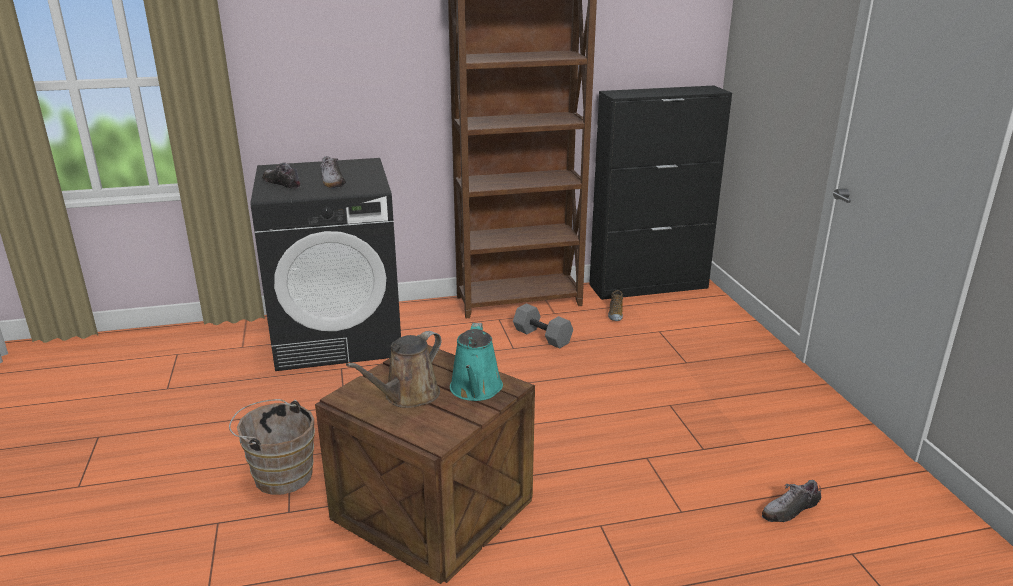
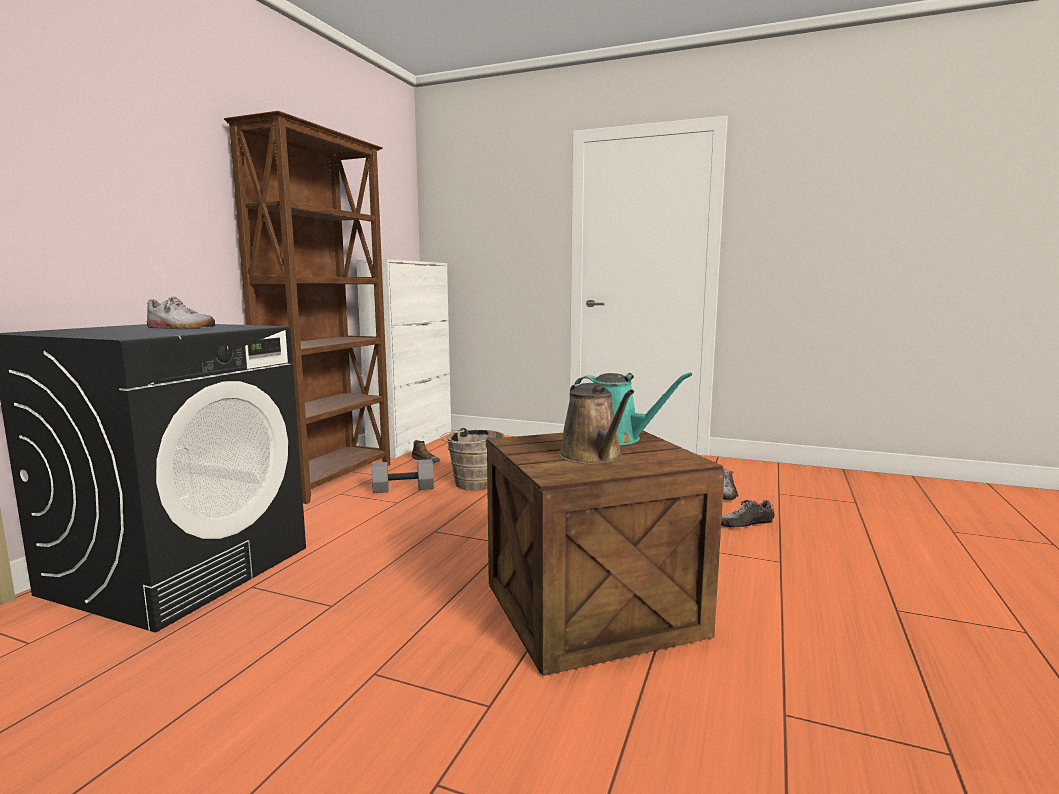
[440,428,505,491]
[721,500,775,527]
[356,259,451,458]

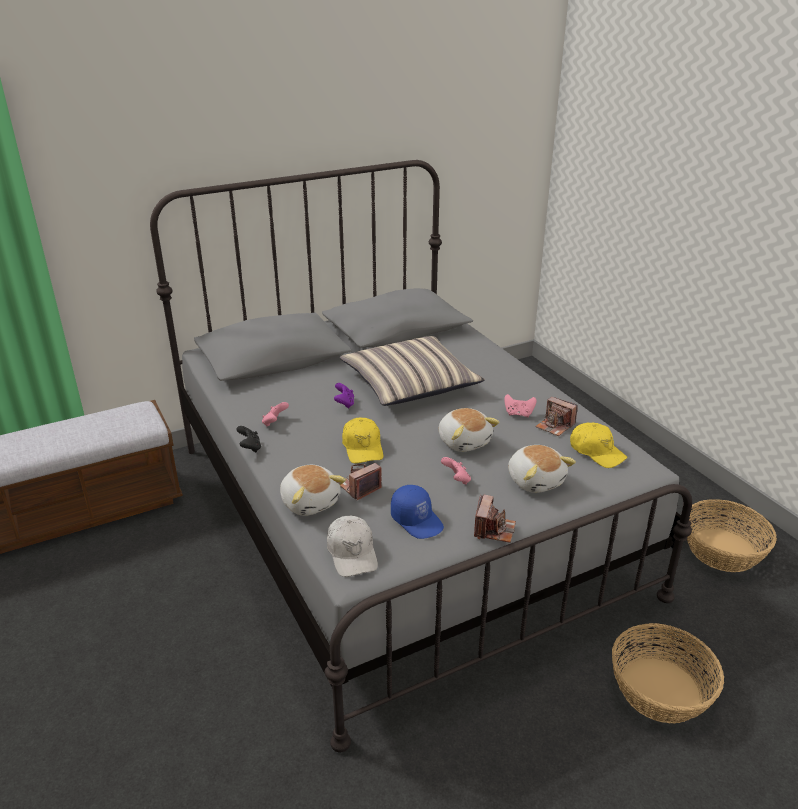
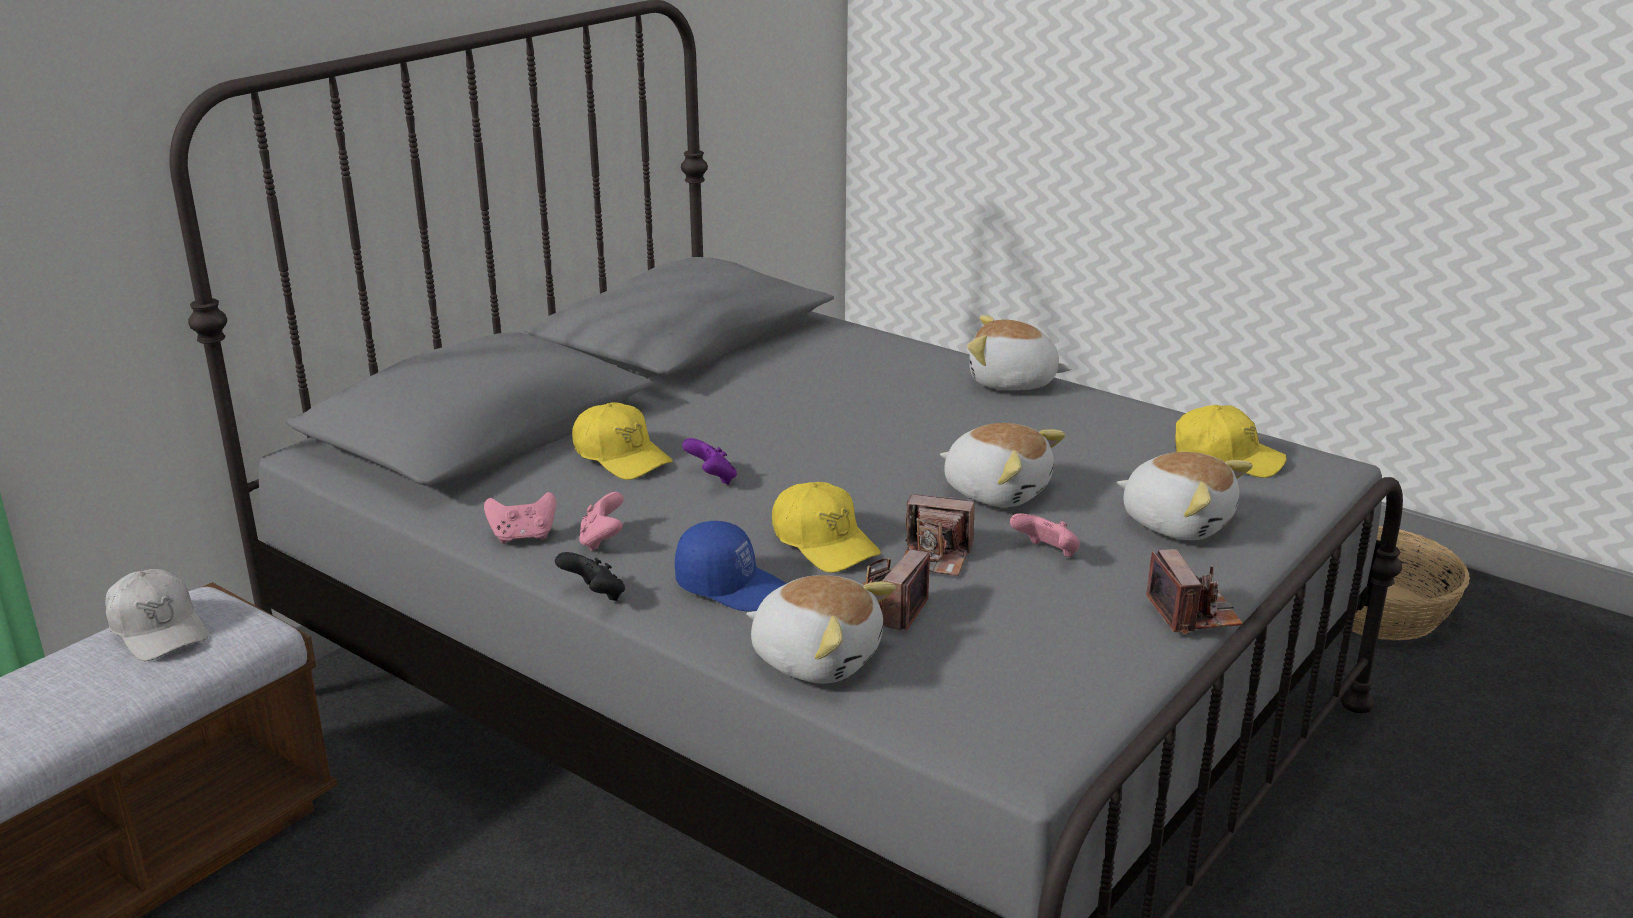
[340,336,485,406] (first image)
[612,623,724,723] (first image)
[572,402,673,480]
[967,315,1071,390]
[105,569,208,661]
[675,521,786,612]
[484,492,556,544]
[904,494,975,576]

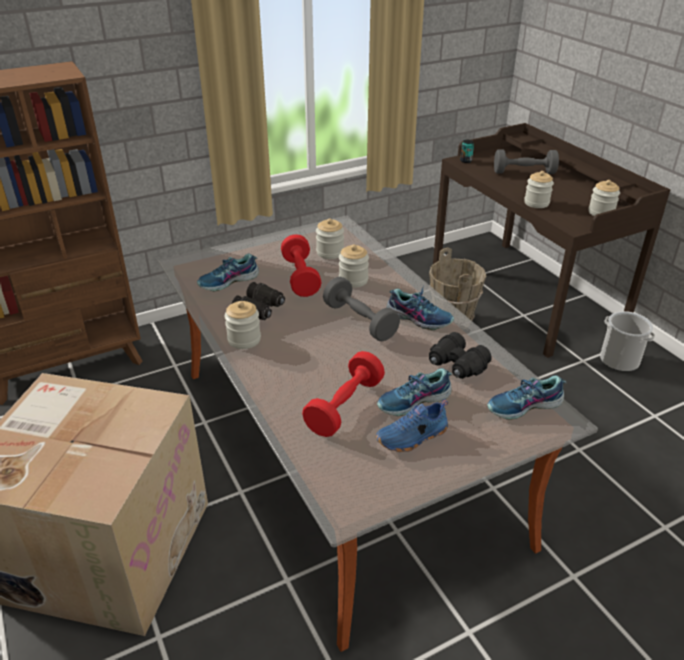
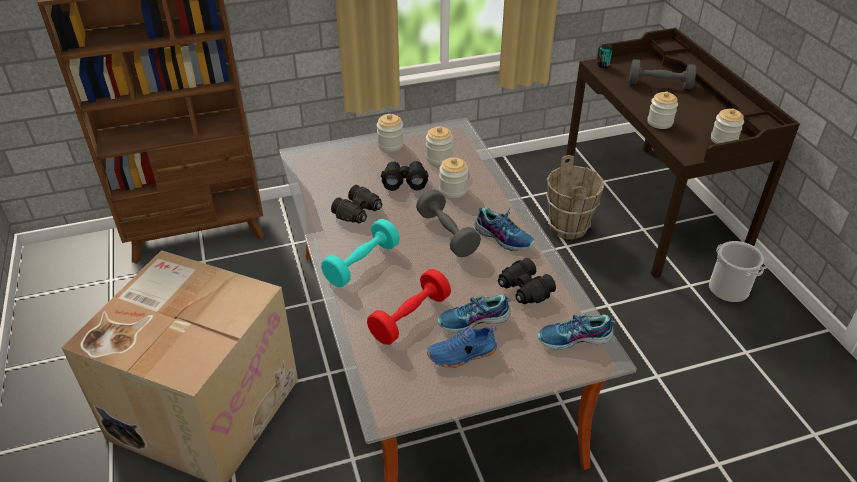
[197,253,259,291] (first image)
[321,219,400,287]
[377,114,404,152]
[381,161,428,191]

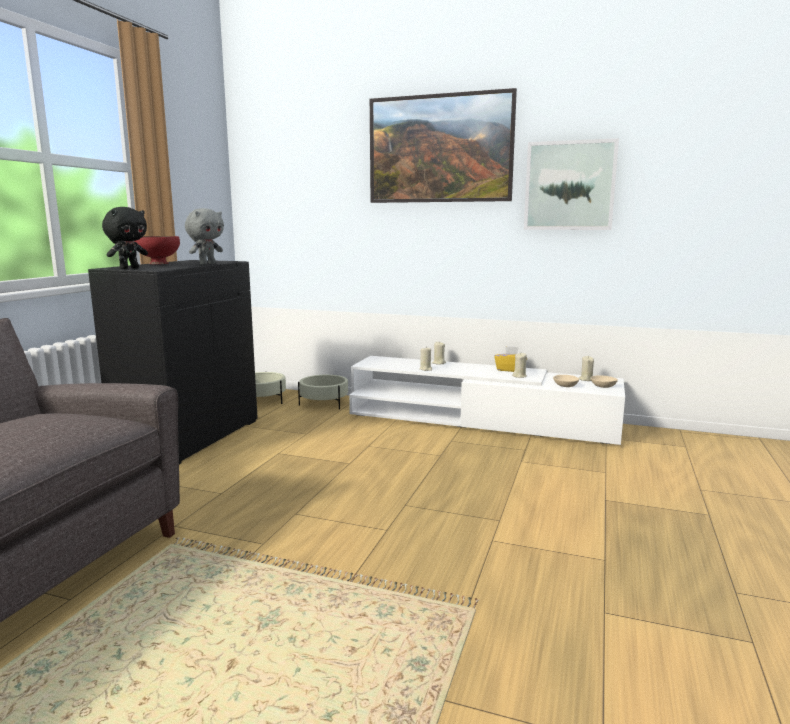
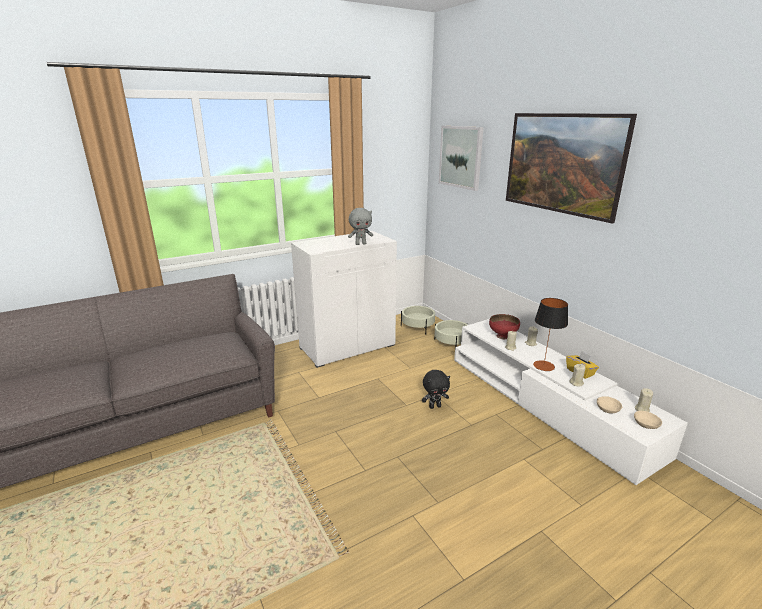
[533,298,568,371]
[422,370,450,409]
[489,314,520,339]
[439,126,484,191]
[291,231,397,368]

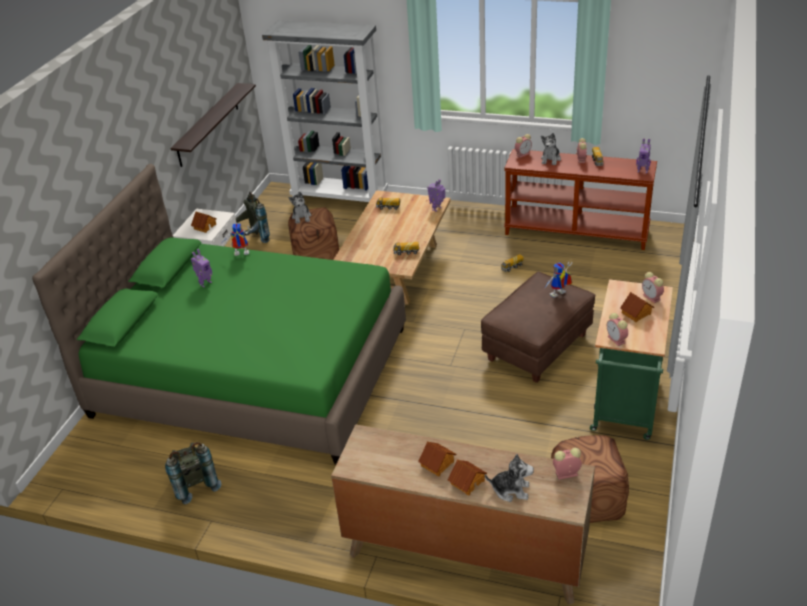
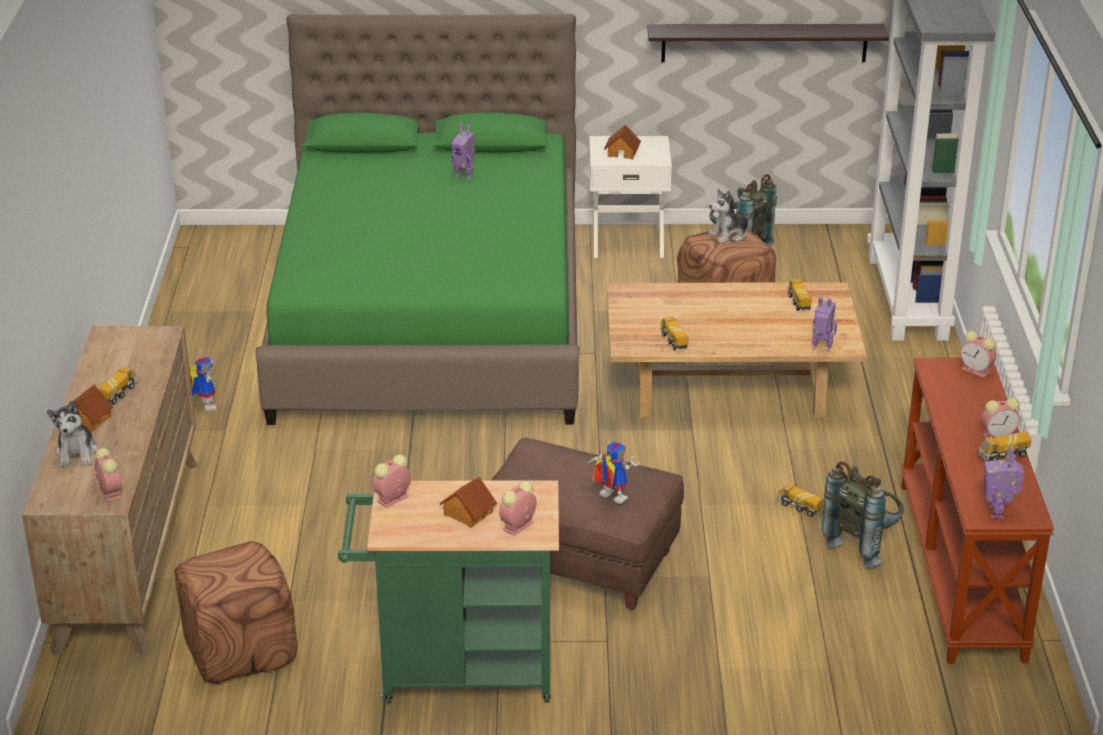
[541,133,561,165] (first image)
[822,462,904,567]
[189,357,217,411]
[98,367,137,405]

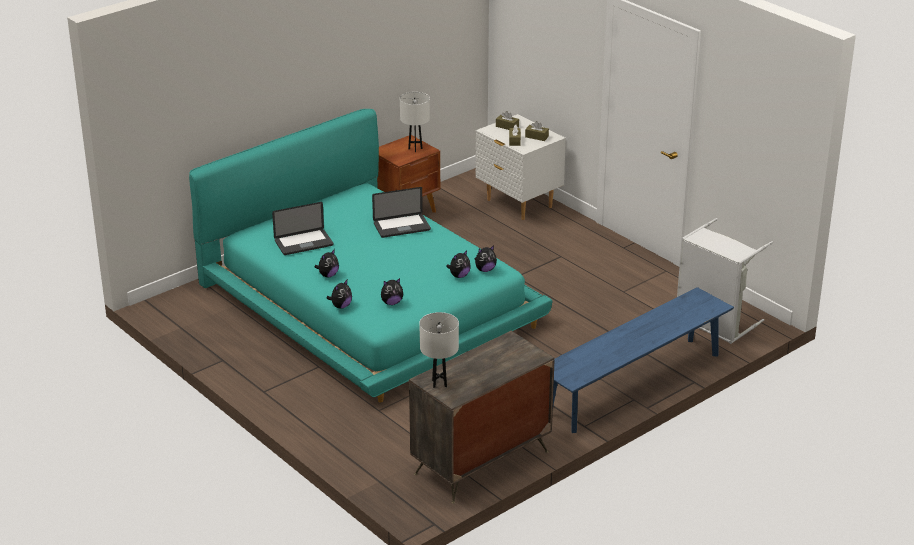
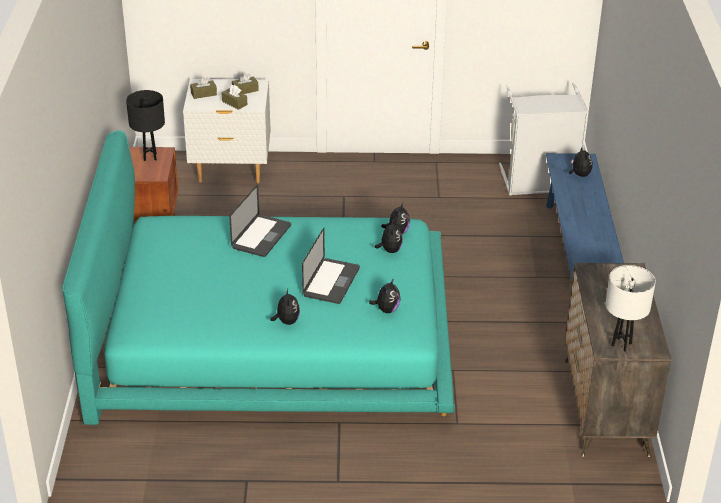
[302,228,360,304]
[569,145,593,177]
[126,90,165,161]

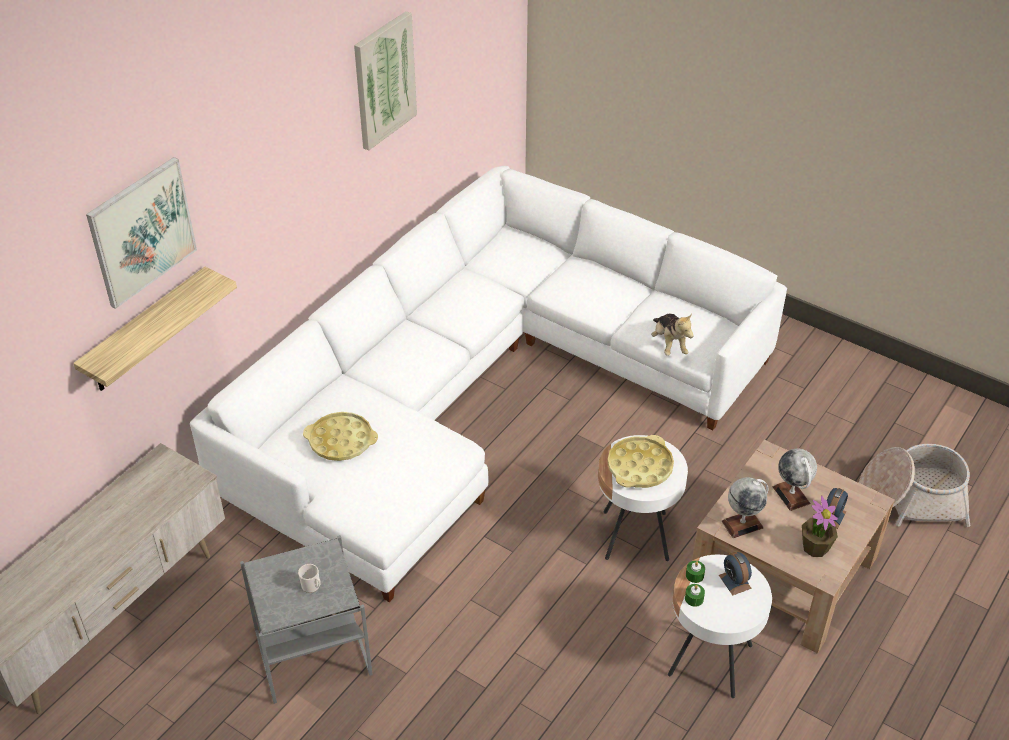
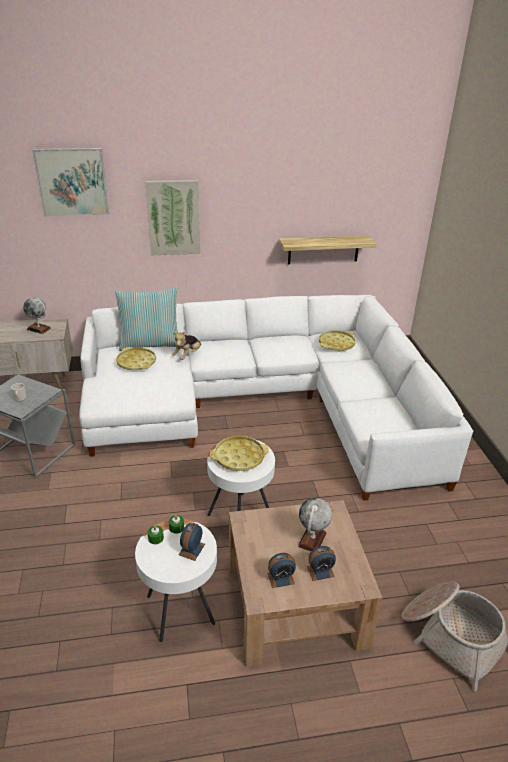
[115,287,177,351]
[319,330,356,351]
[279,235,377,264]
[145,180,200,256]
[172,331,201,360]
[23,297,51,334]
[268,553,296,588]

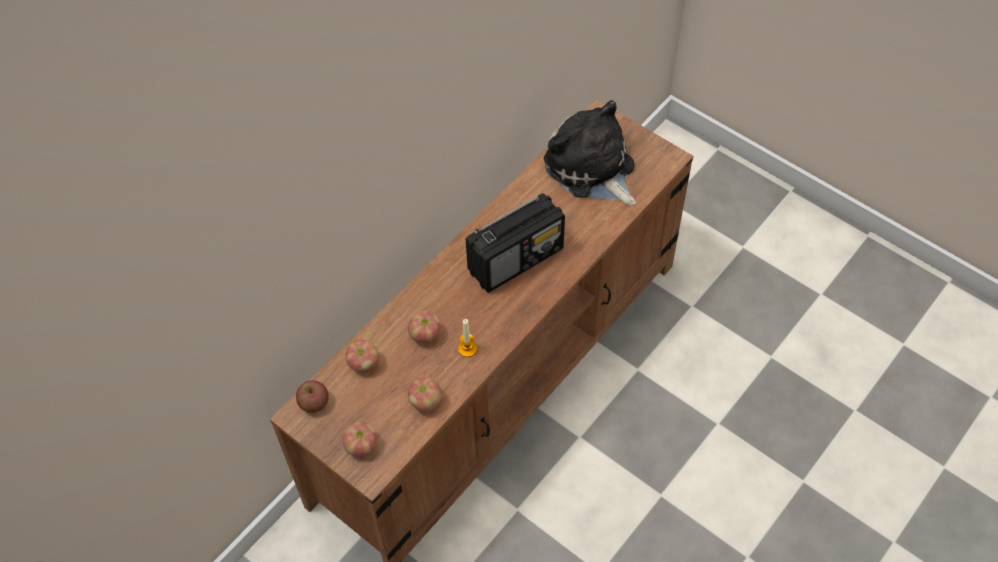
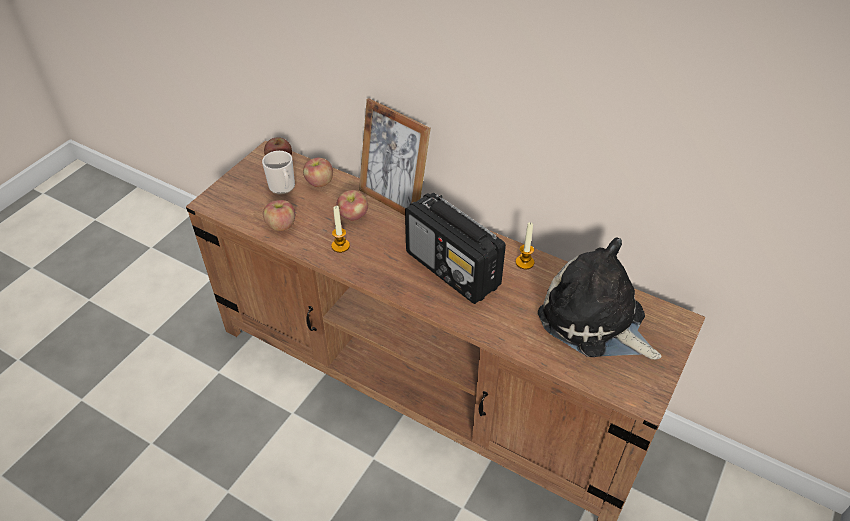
[342,422,377,457] (first image)
[262,151,295,195]
[359,98,431,216]
[516,222,534,269]
[538,237,661,360]

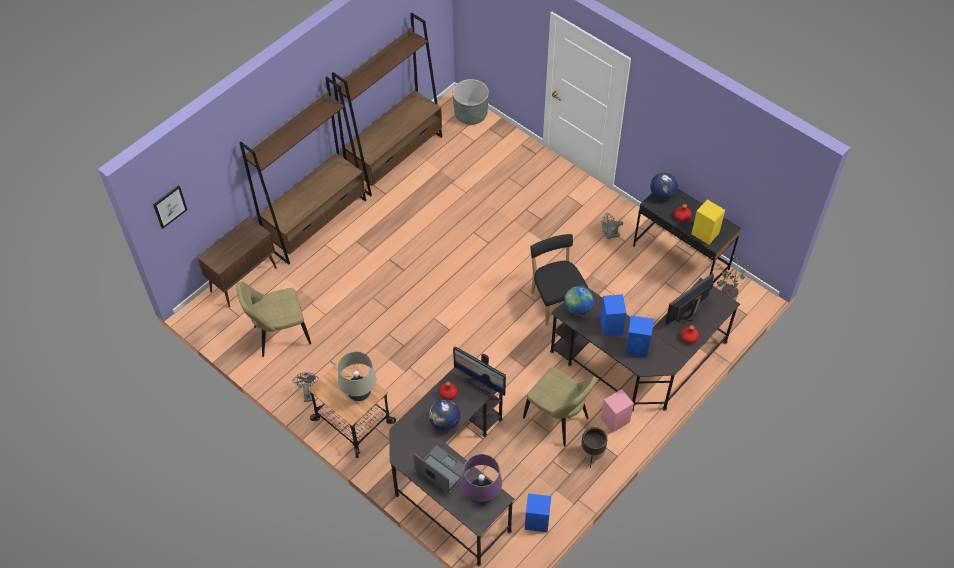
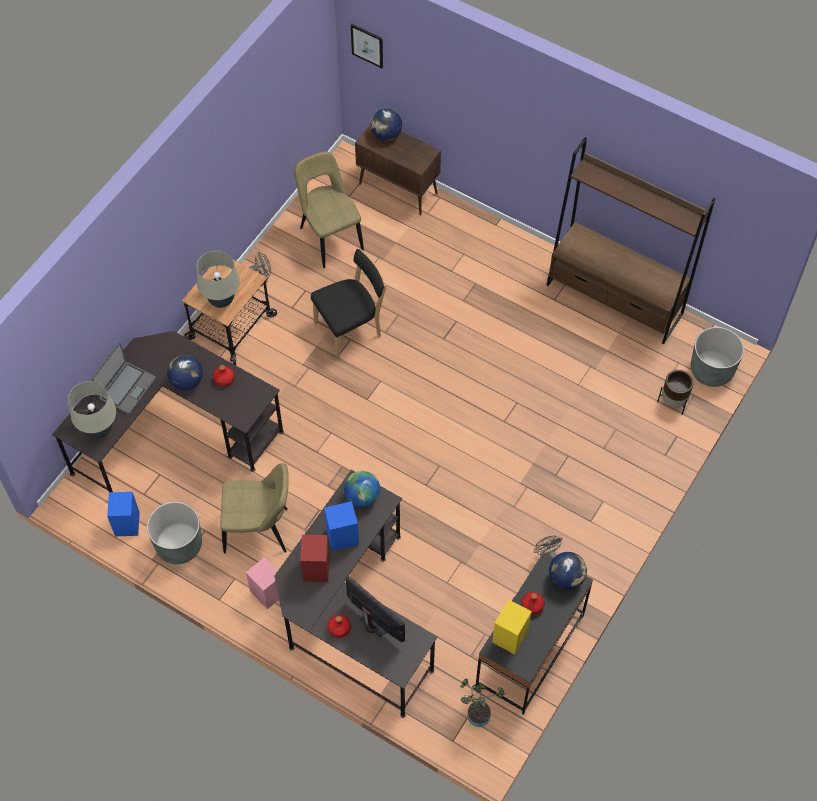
[240,77,366,265] (first image)
[453,347,506,396] (first image)
[147,502,202,564]
[371,109,402,141]
[311,249,387,358]
[657,370,693,415]
[68,381,116,439]
[300,535,330,582]
[220,463,289,554]

